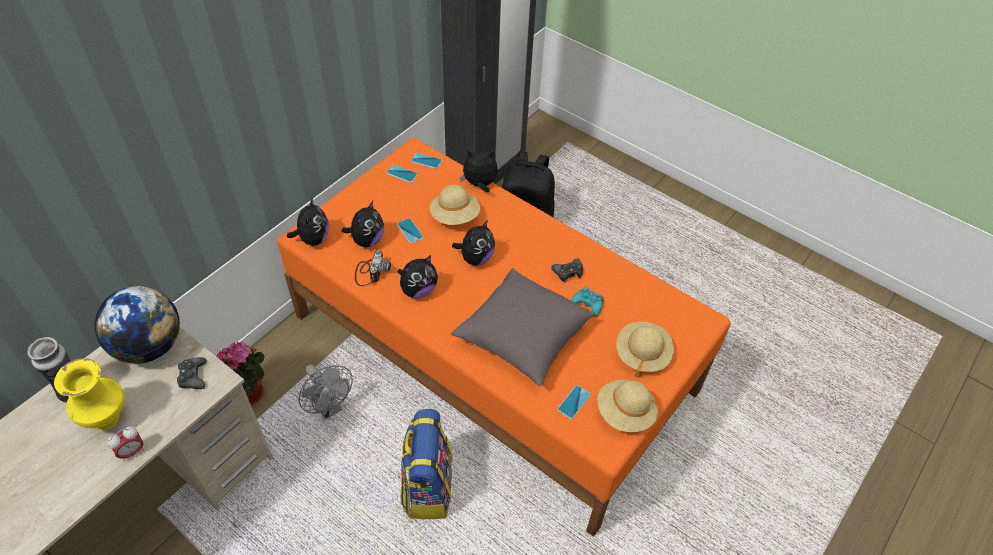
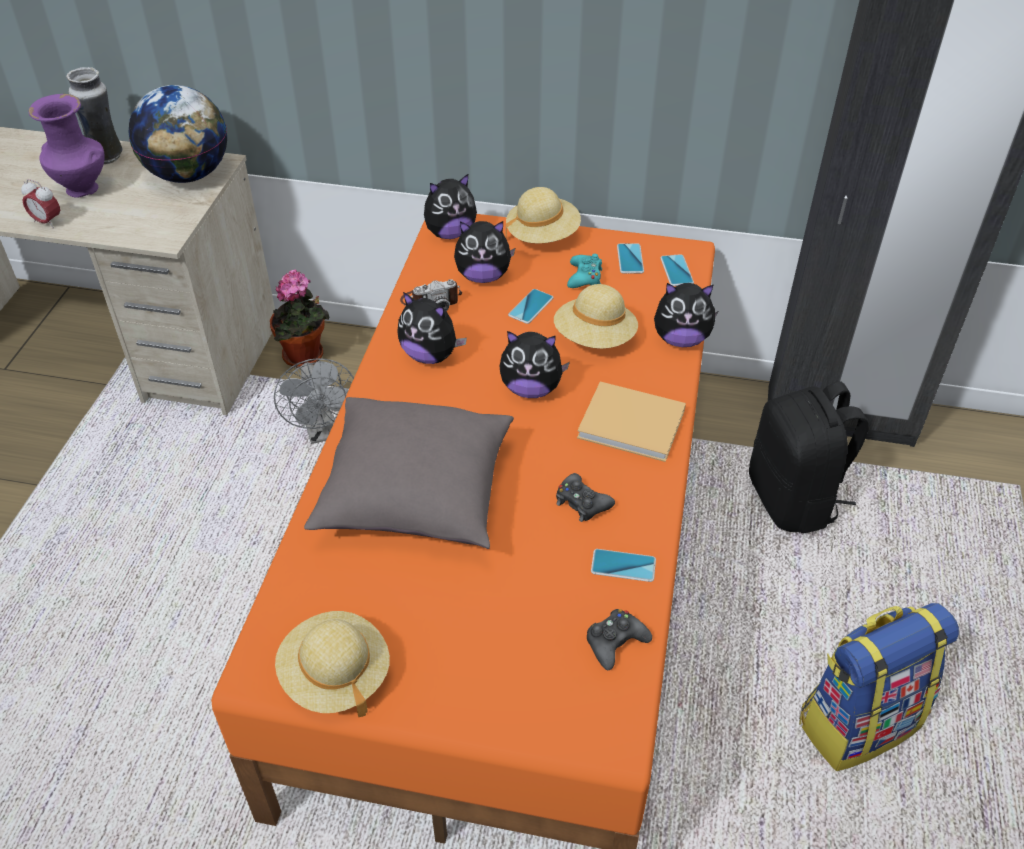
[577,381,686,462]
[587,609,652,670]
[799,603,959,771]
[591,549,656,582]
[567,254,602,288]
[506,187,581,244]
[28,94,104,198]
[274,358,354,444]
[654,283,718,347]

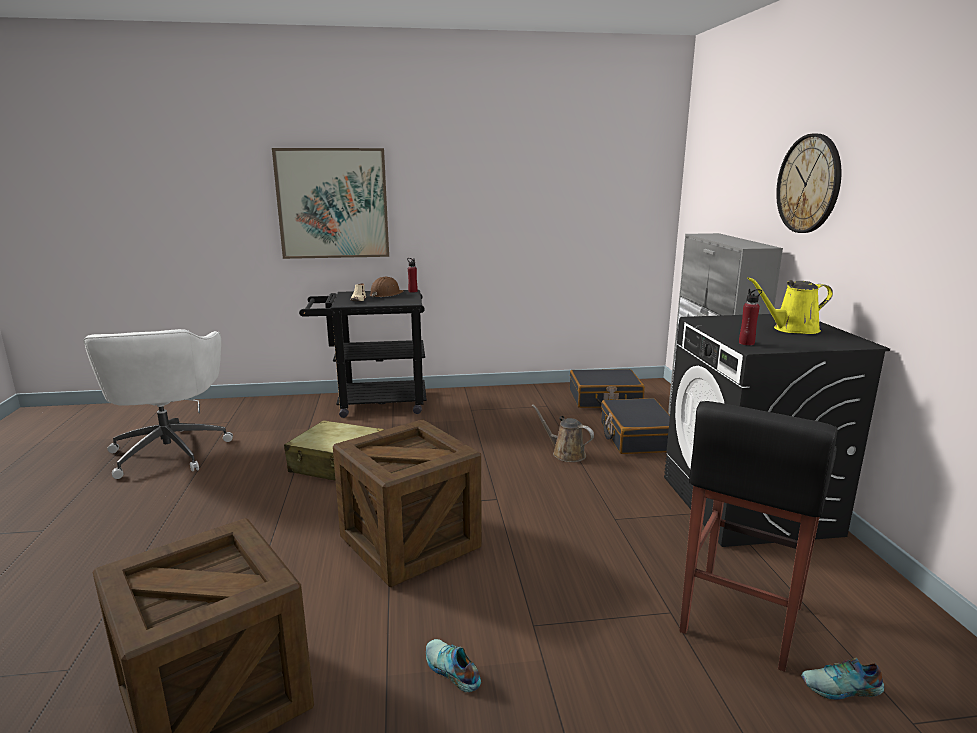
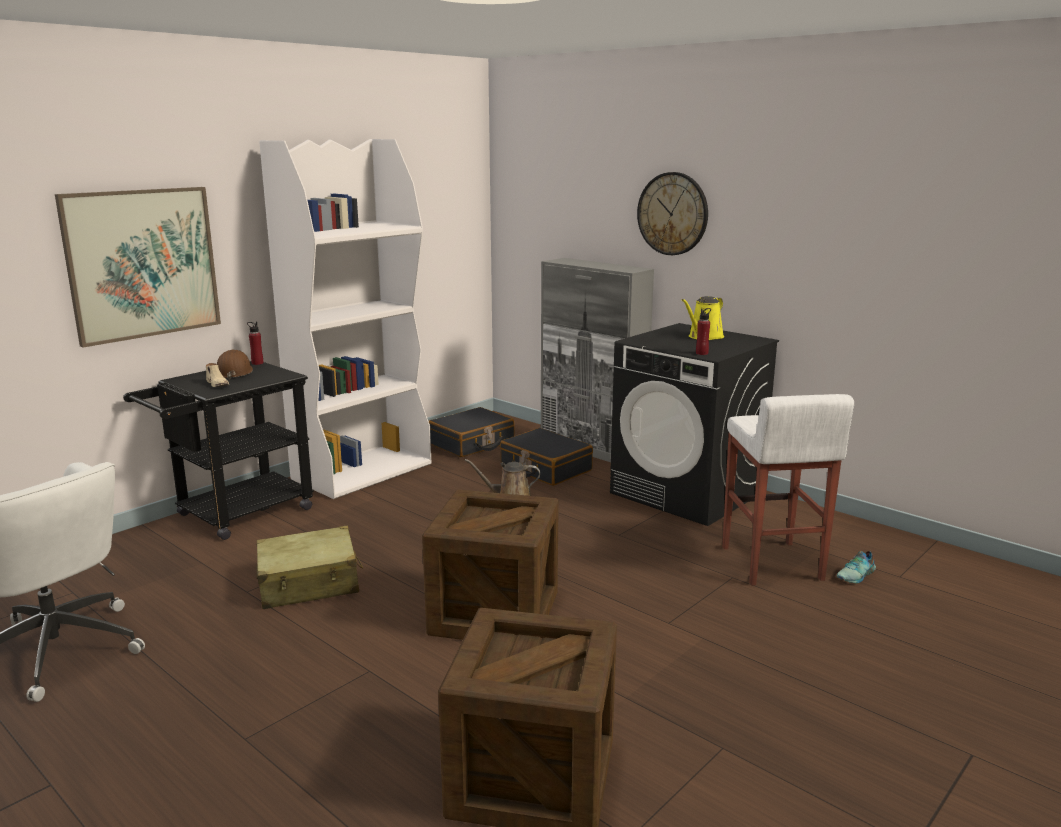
[426,639,481,692] (first image)
[259,139,431,499]
[722,394,854,586]

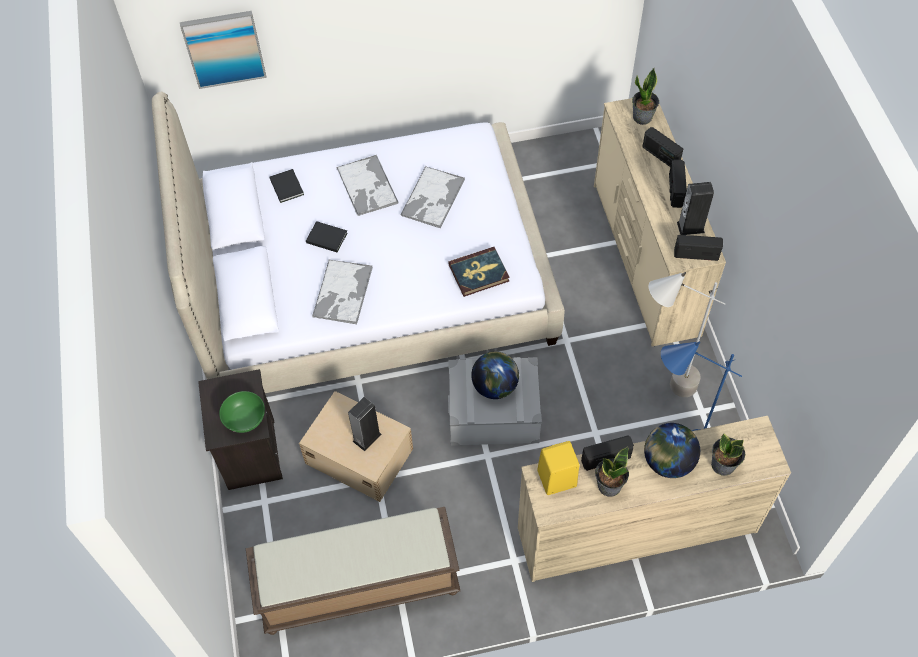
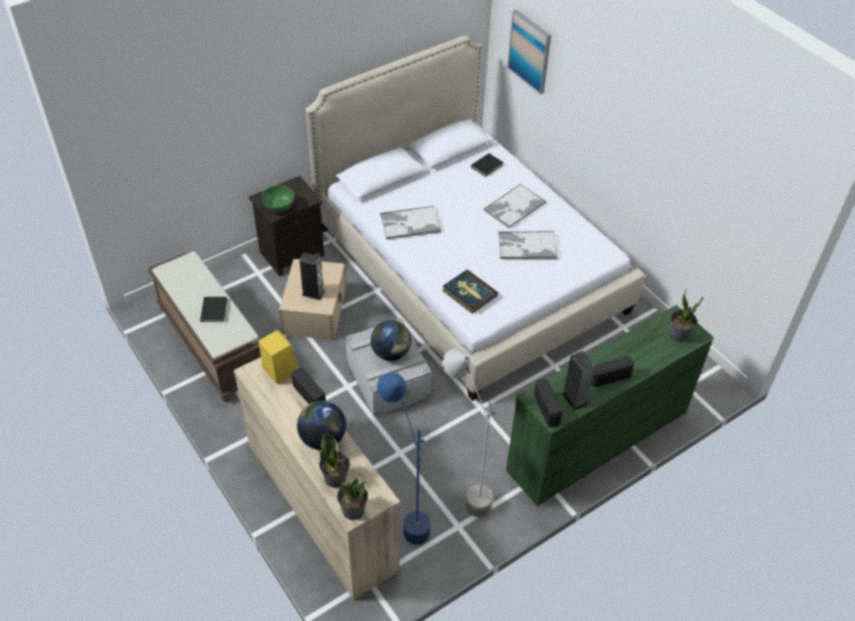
[642,127,683,167] (first image)
[200,297,227,322]
[337,478,368,520]
[506,305,714,507]

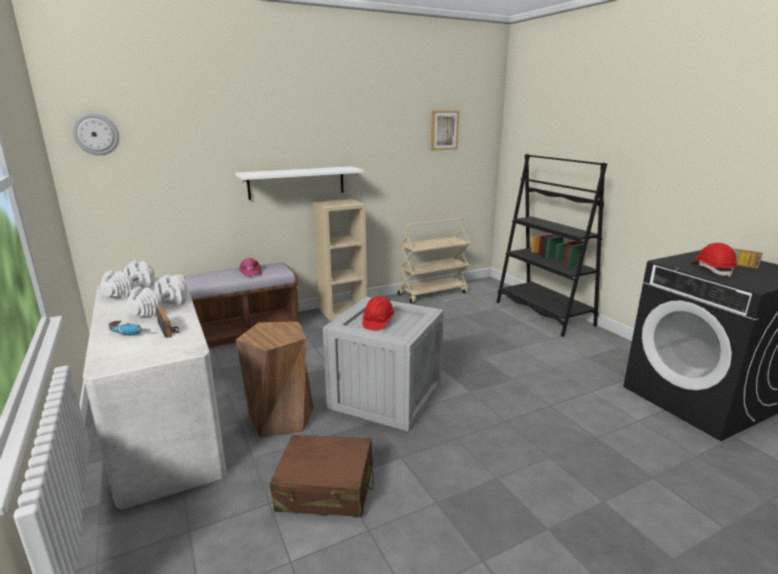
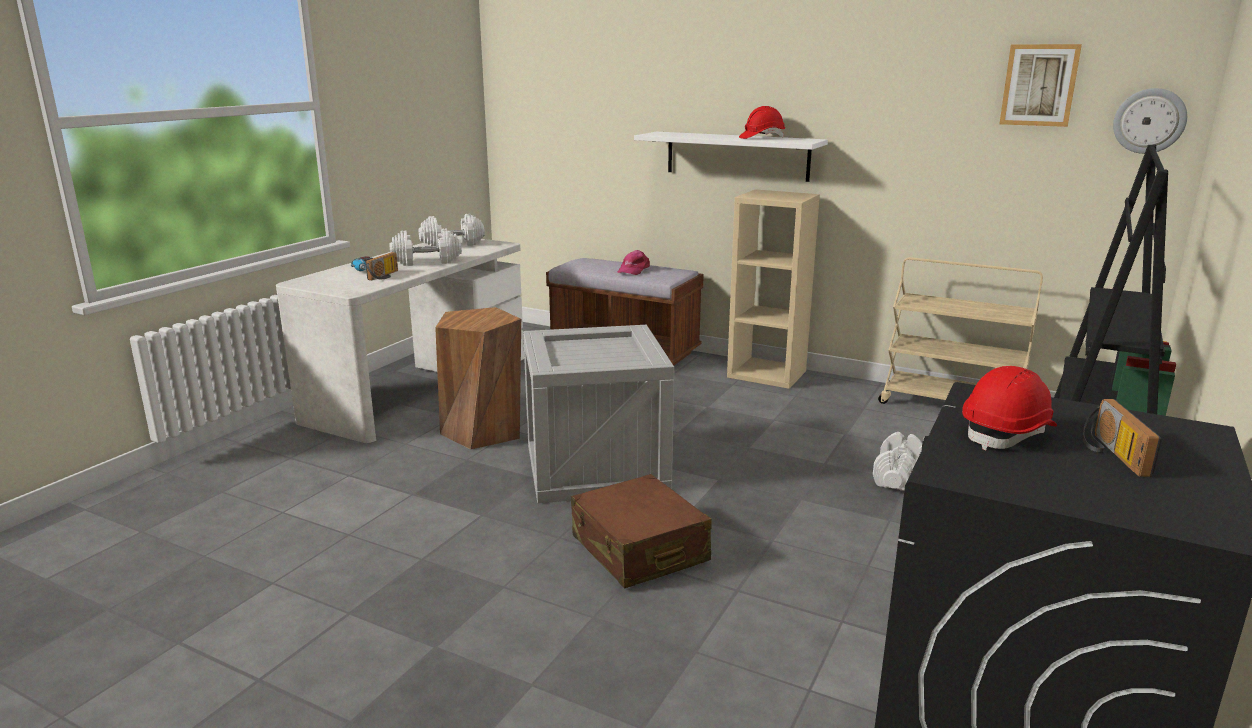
[873,432,922,491]
[1113,88,1187,154]
[571,474,712,588]
[739,106,785,139]

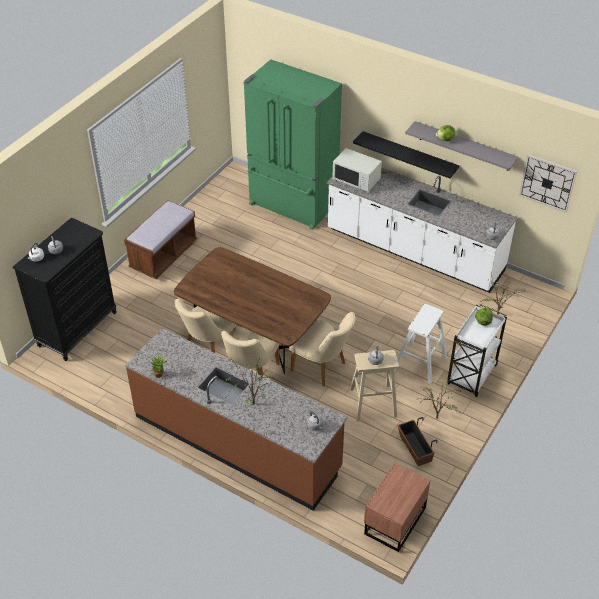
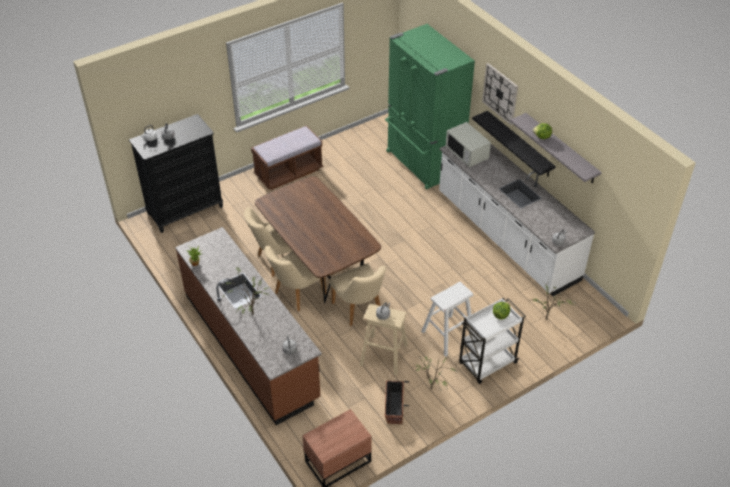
[482,63,518,125]

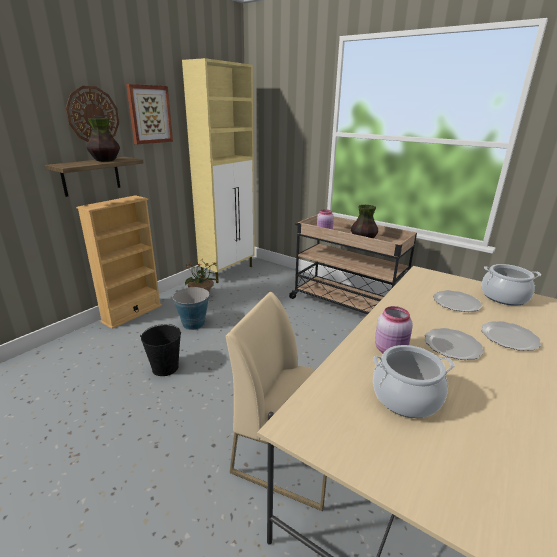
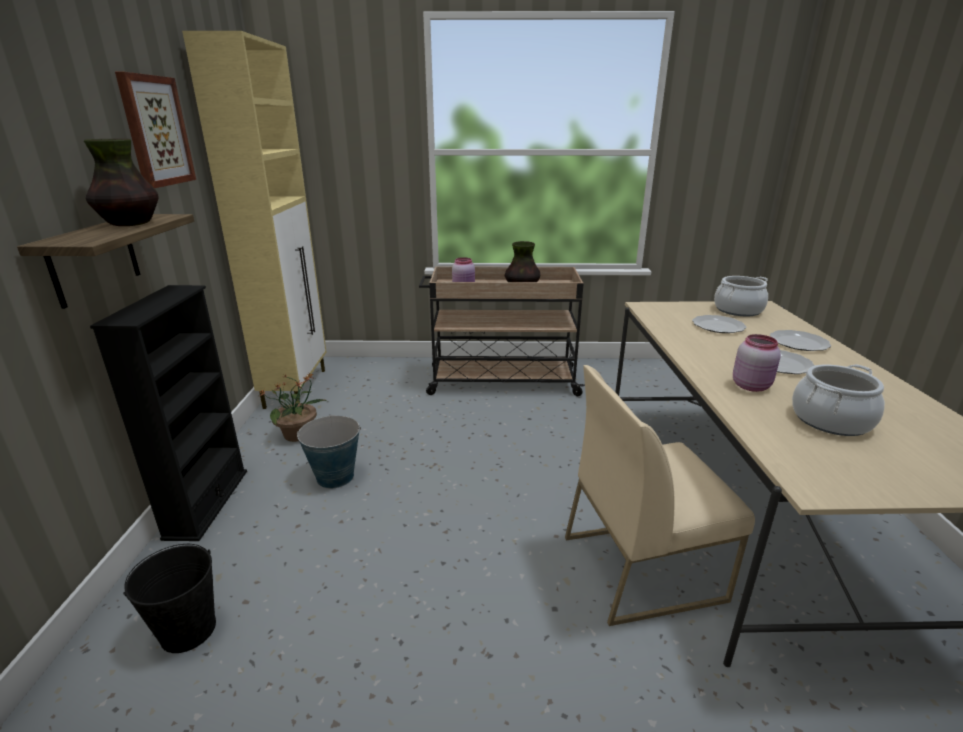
[66,86,119,142] (first image)
[123,544,216,653]
[90,285,247,541]

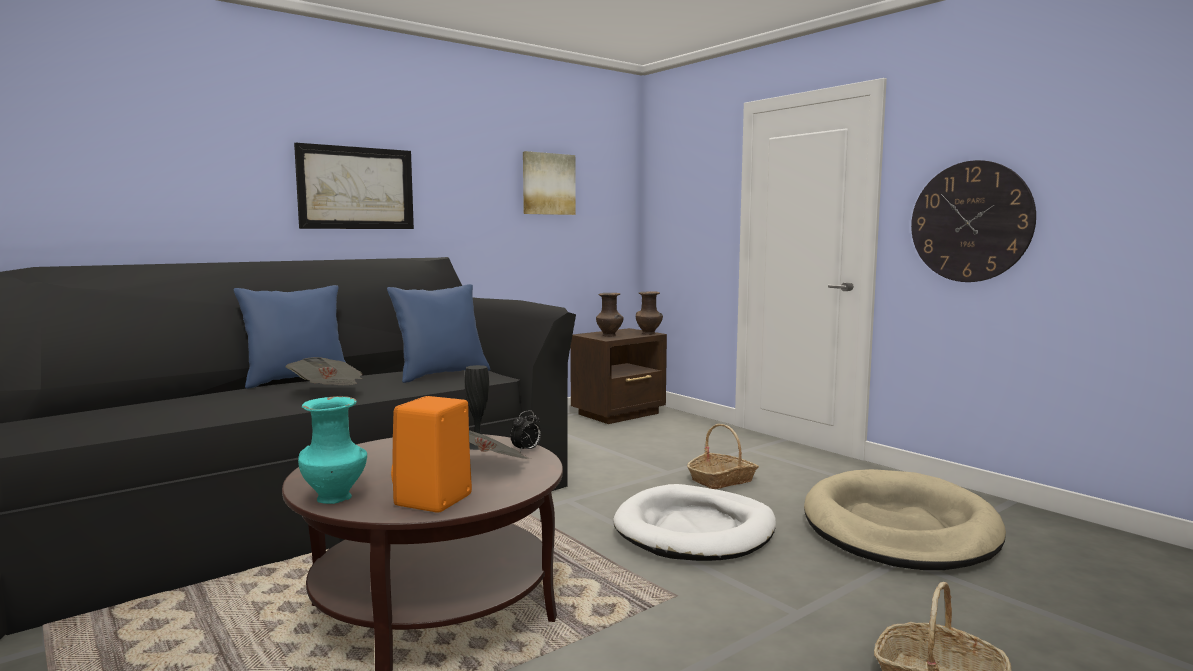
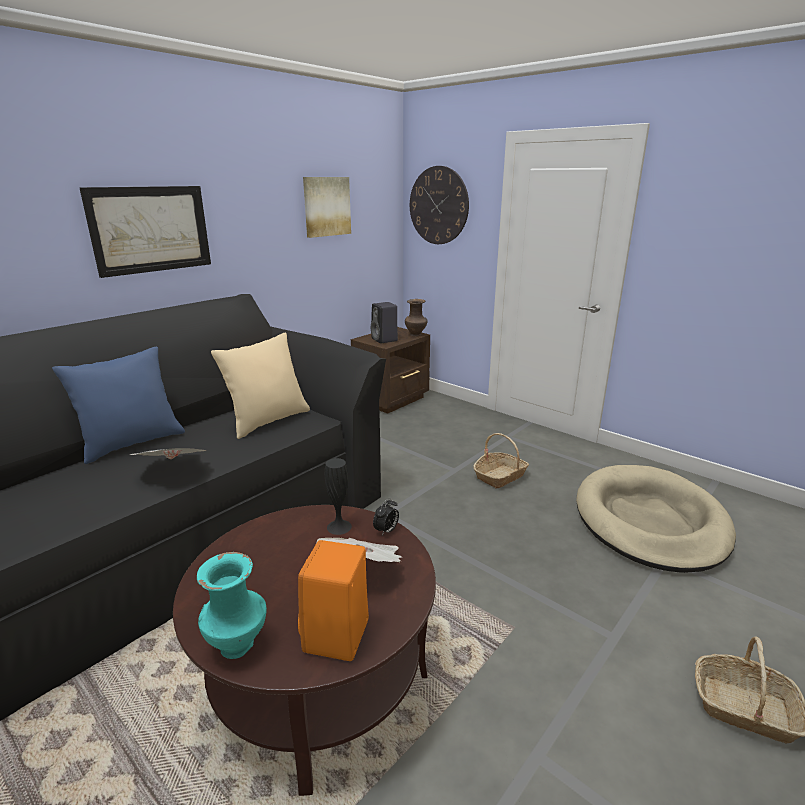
[613,484,776,561] (first image)
[410,166,469,244]
[371,302,398,343]
[211,333,310,439]

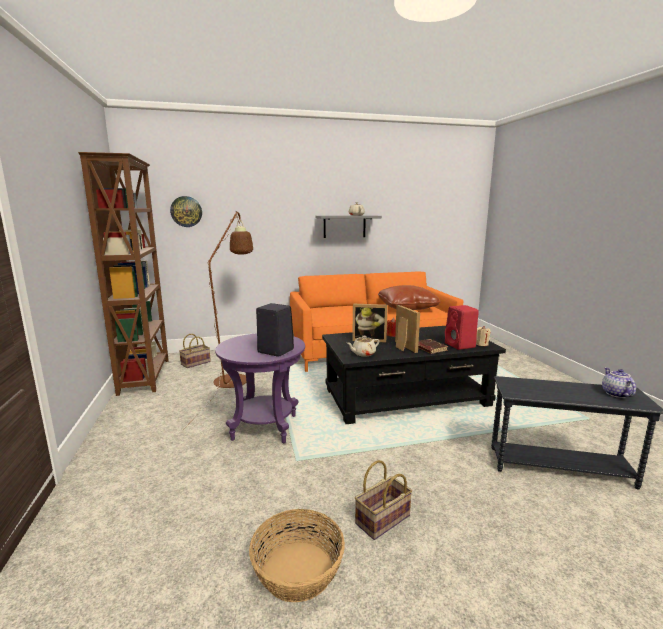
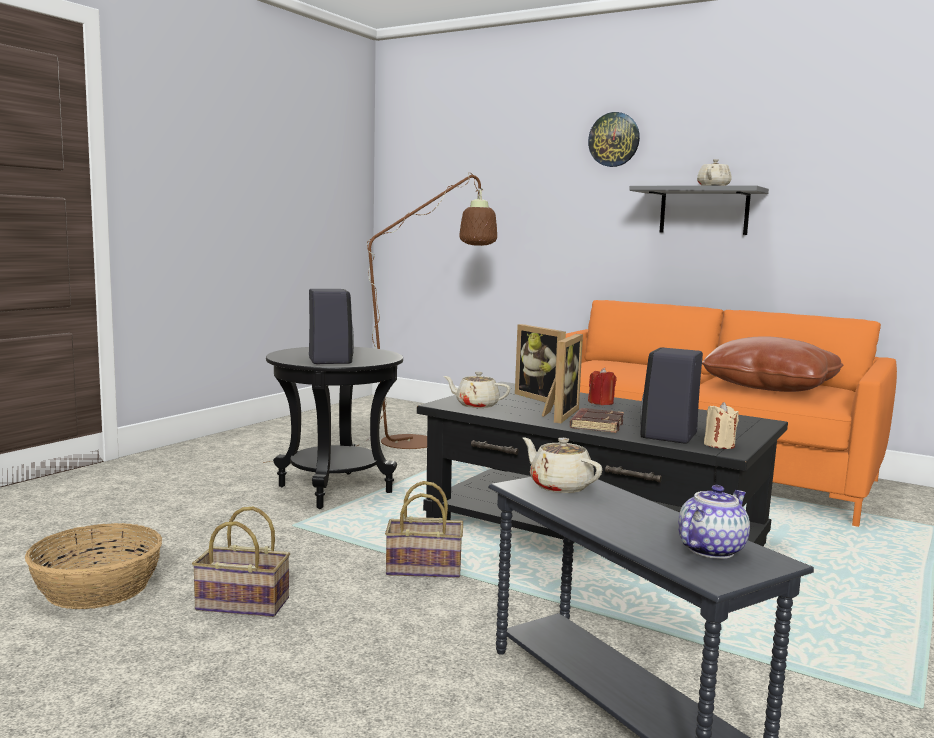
[78,152,169,396] (first image)
[523,438,602,493]
[588,112,640,167]
[385,481,463,578]
[266,347,403,509]
[640,347,703,444]

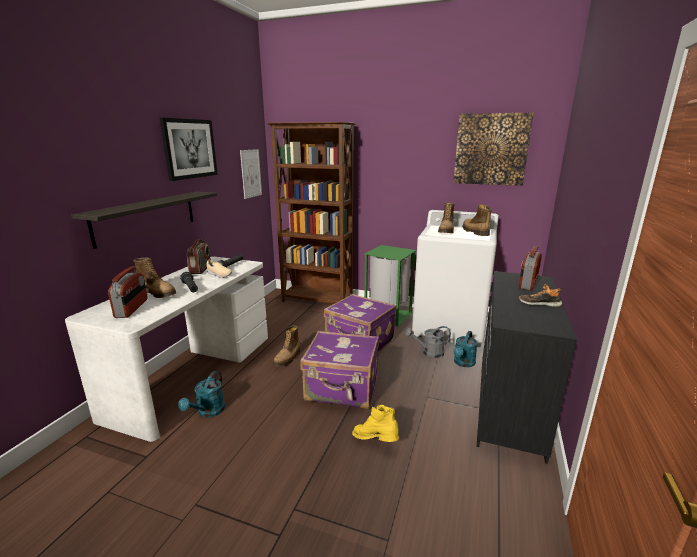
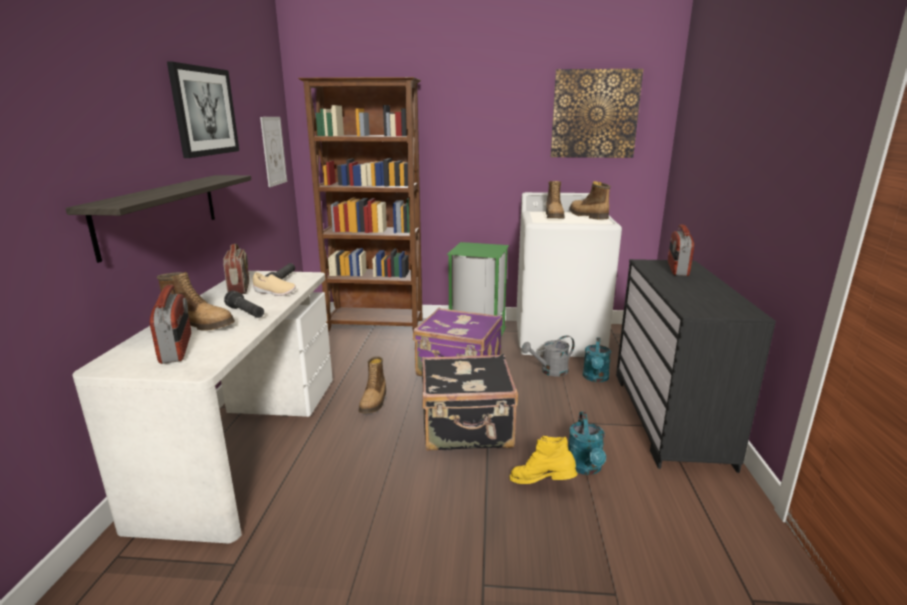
[519,284,562,307] (first image)
[568,412,606,475]
[422,354,518,451]

